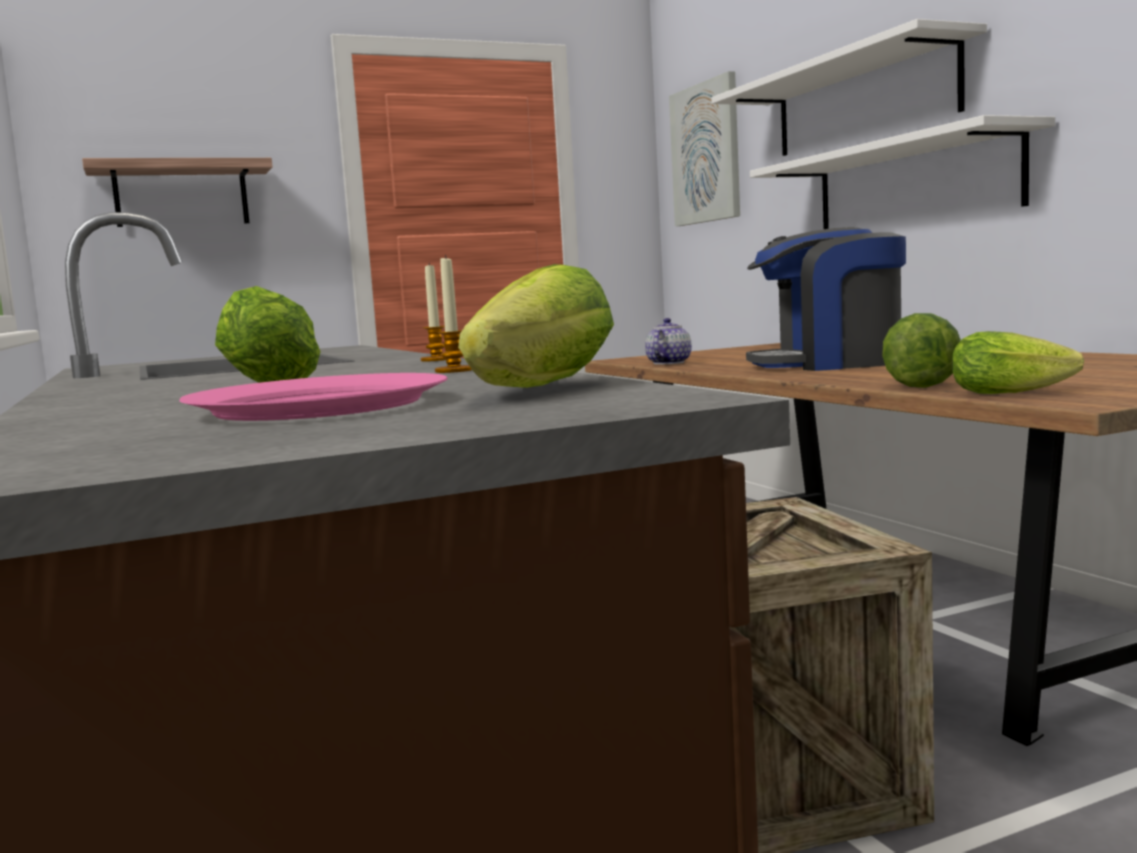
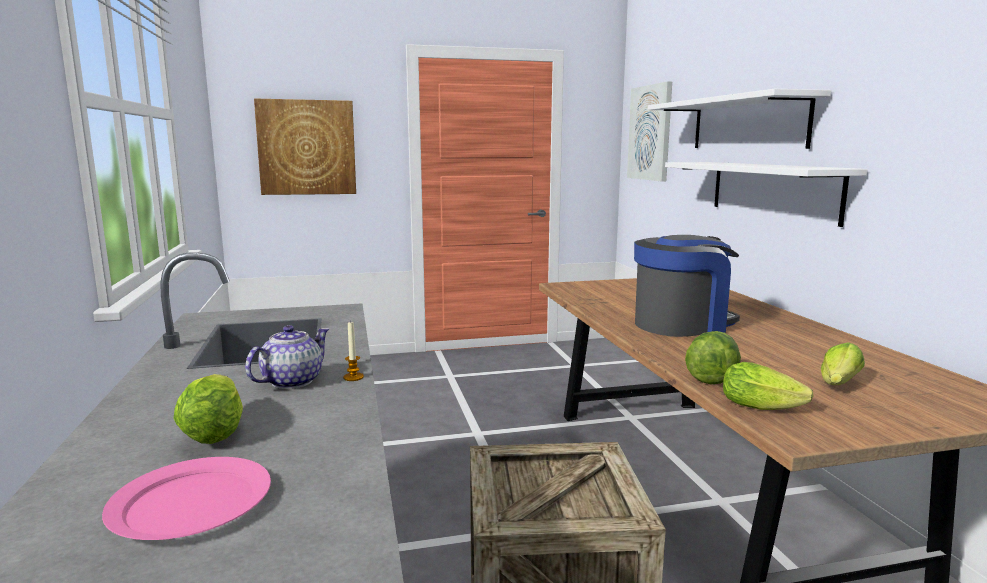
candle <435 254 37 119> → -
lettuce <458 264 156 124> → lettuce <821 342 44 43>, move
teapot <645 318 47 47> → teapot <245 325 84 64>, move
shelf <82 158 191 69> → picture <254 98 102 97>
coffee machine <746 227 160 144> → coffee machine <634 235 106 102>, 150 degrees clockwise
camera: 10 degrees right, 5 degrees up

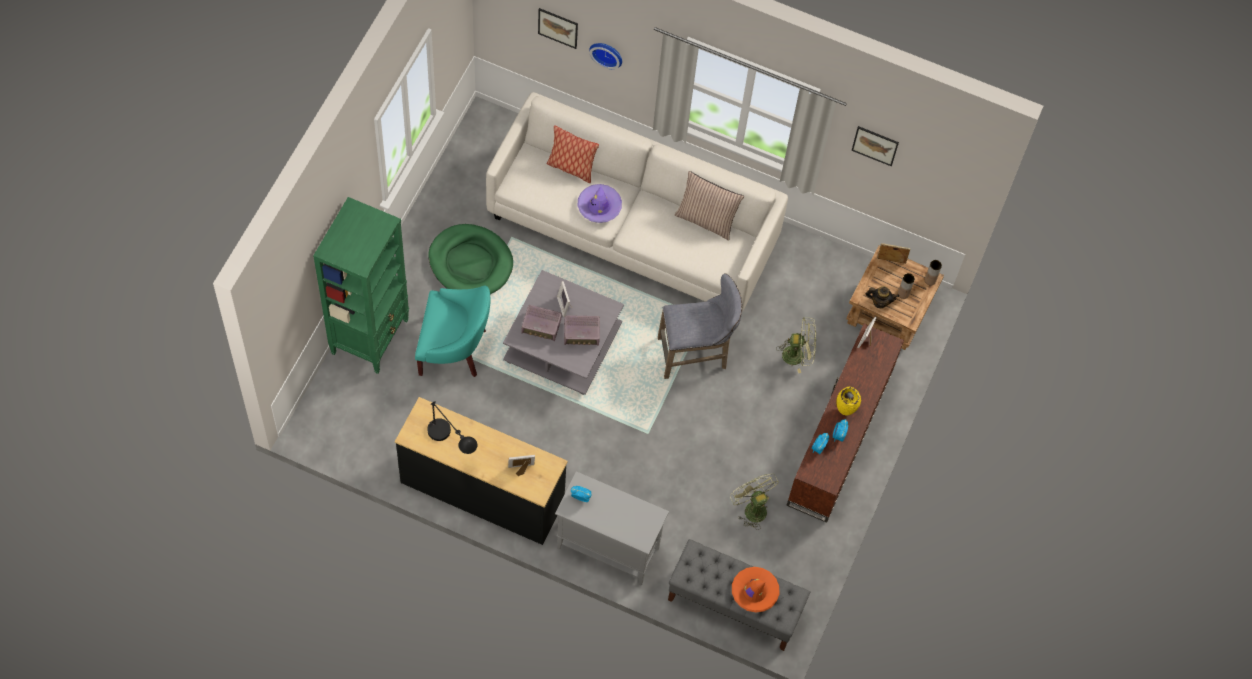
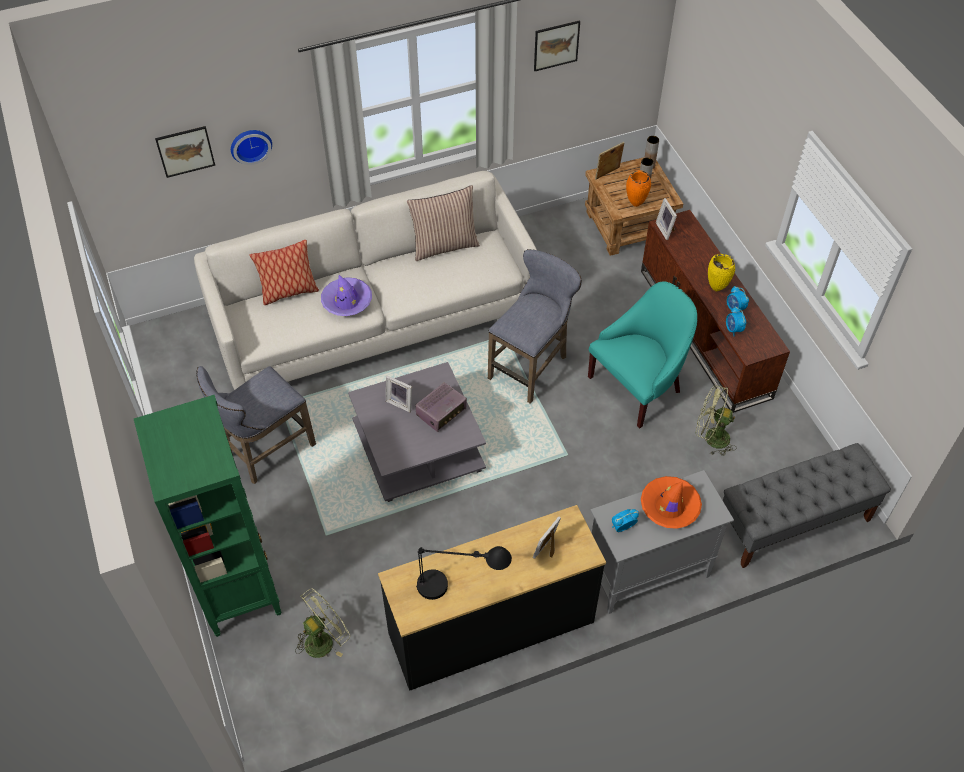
radio <522 305 40 36> → -
turquoise armchair <415 285 75 92> → turquoise armchair <588 281 109 148>, move
orange hat <732 567 47 45> → orange hat <641 476 61 53>, move
green fan <777 317 39 56> → green fan <295 588 55 70>, move
green dog bed <428 224 85 70> → grey stool <196 366 120 118>
teapot <866 286 33 22> → orange vase <626 170 25 37>
camera: 40 degrees left, 10 degrees down

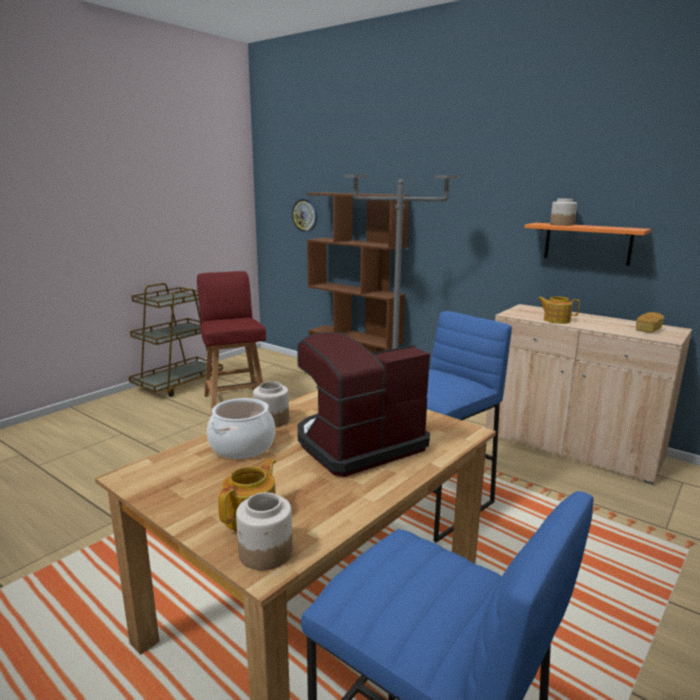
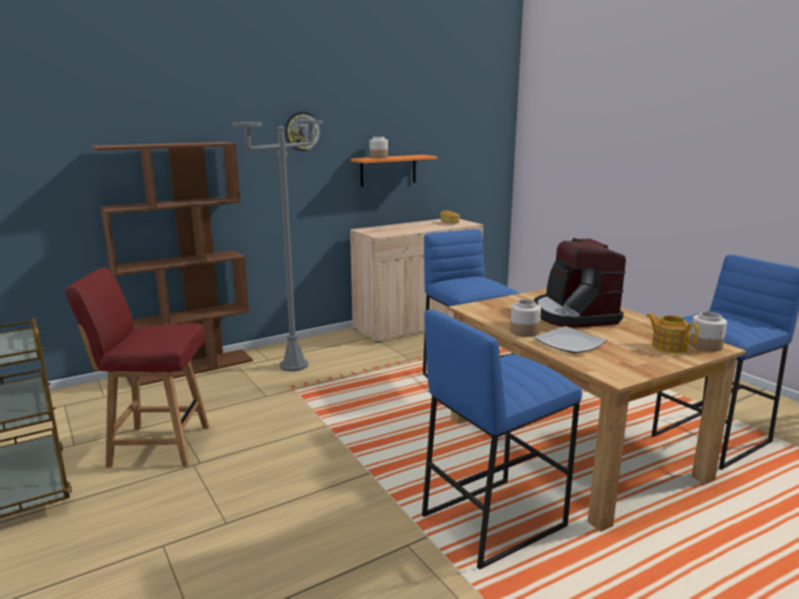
teapot <537 296 43 28> → -
- → blue stool <422 309 160 261>
wall clock <292 199 25 33> → wall clock <284 112 37 40>, move
cooking pot <207 398 68 61> → plate <534 326 73 27>
camera: 70 degrees left, 0 degrees up

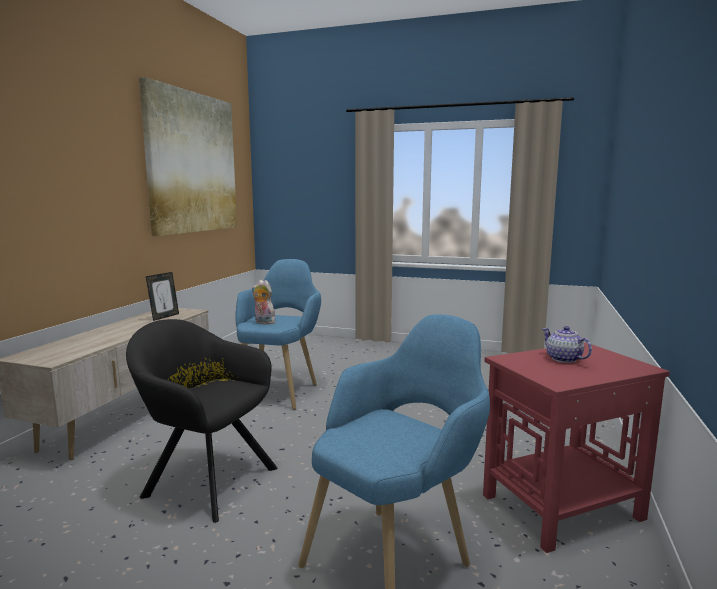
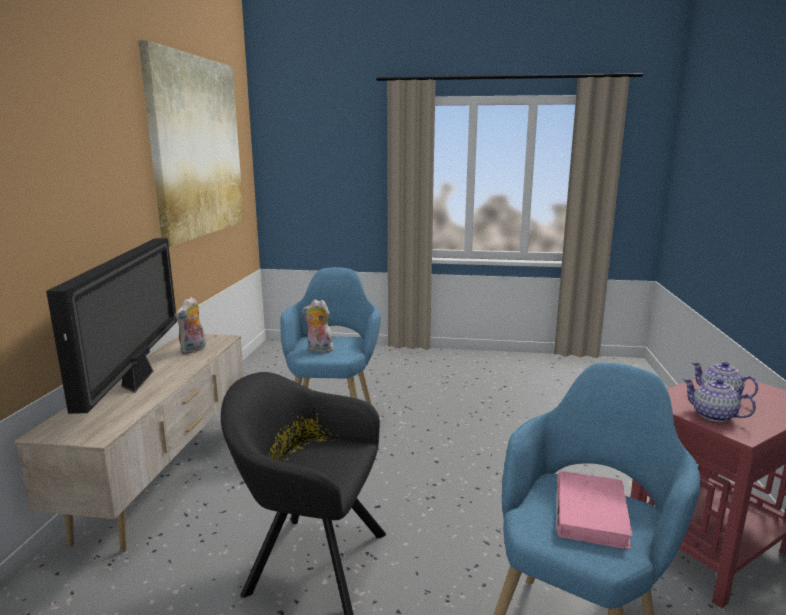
- → television <46 238 131 176>
- → pink book <557 471 76 79>
- → teapot <683 378 73 44>
picture frame <146 272 33 49> → plush toy <175 297 31 57>
camera: 10 degrees left, 5 degrees up

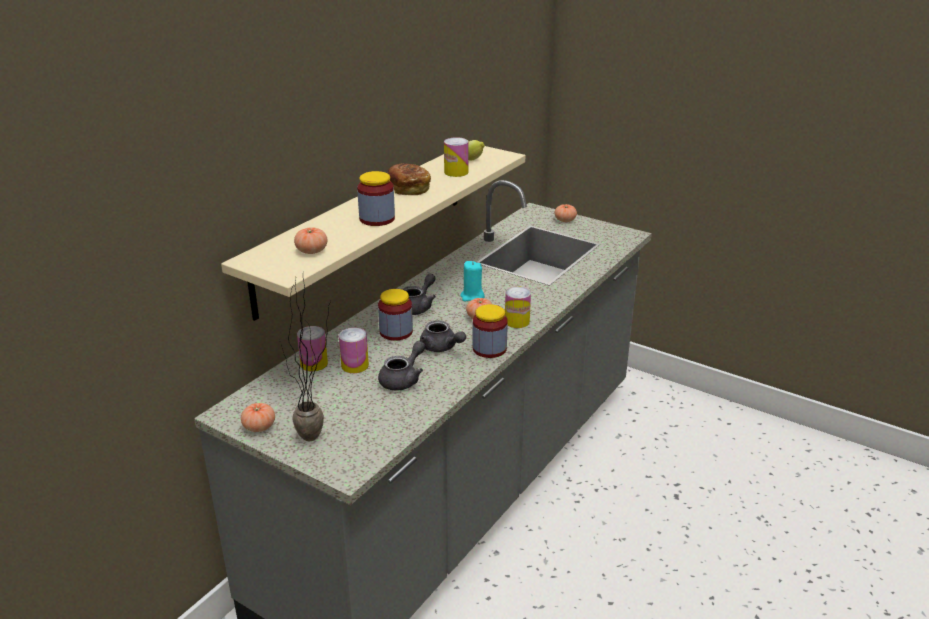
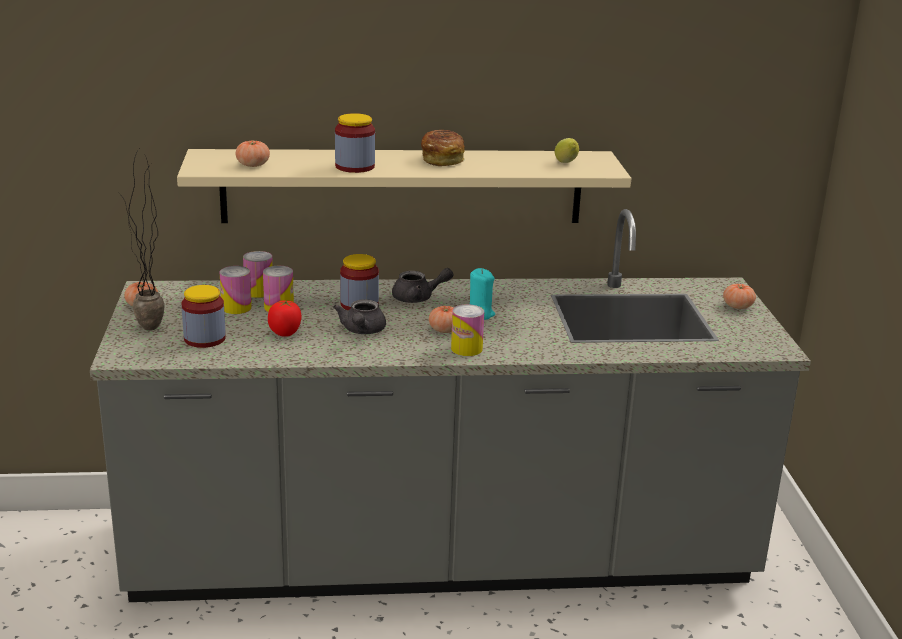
can <444 137 24 40> → can <220 266 32 48>, move
jar <472 304 36 54> → jar <181 285 45 63>, move
grey teapot <378 341 47 50> → tomato <268 300 34 37>
camera: 50 degrees right, 5 degrees down

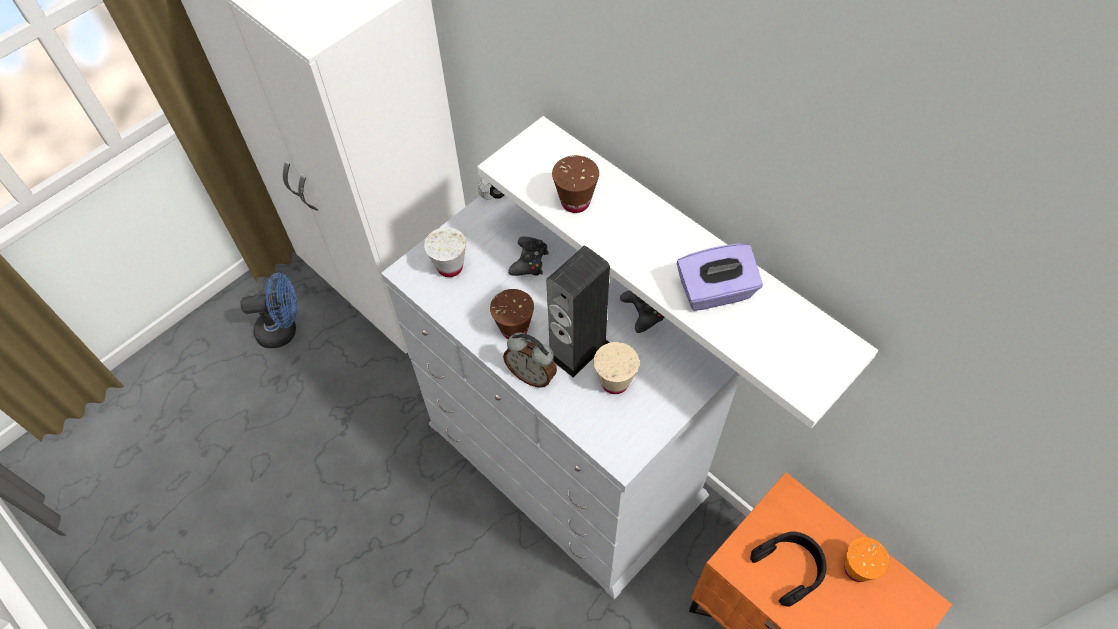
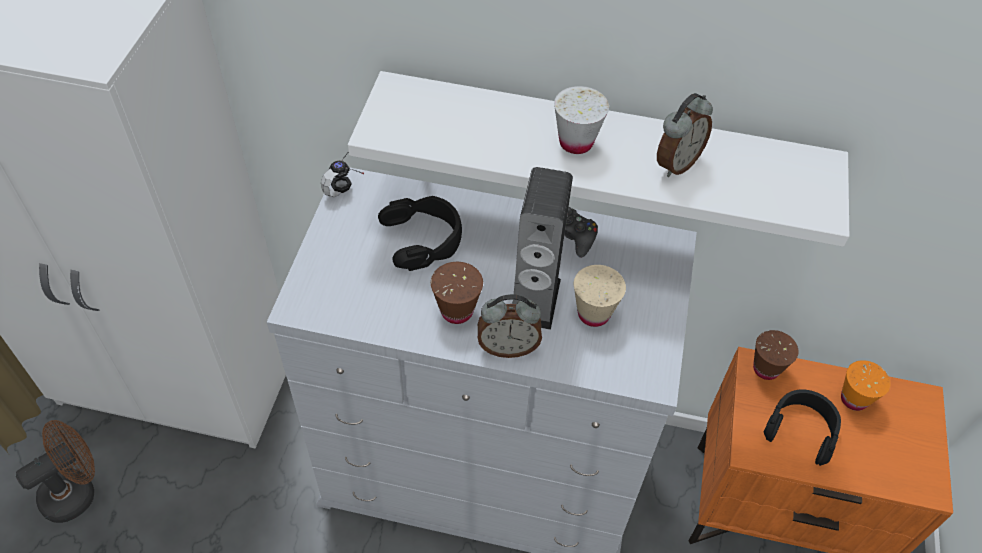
white cup <424 227 42 50> → white cup <554 86 55 68>, move
brown cup <552 155 47 58> → brown cup <753 330 46 50>, move
black game controller <508 237 41 39> → black headphones <378 196 84 75>
purple tissue box <677 244 86 67> → alarm clock <657 93 56 84>
blue fan <240 273 57 75> → brown fan <16 420 79 103>
camera: 35 degrees left, 5 degrees down

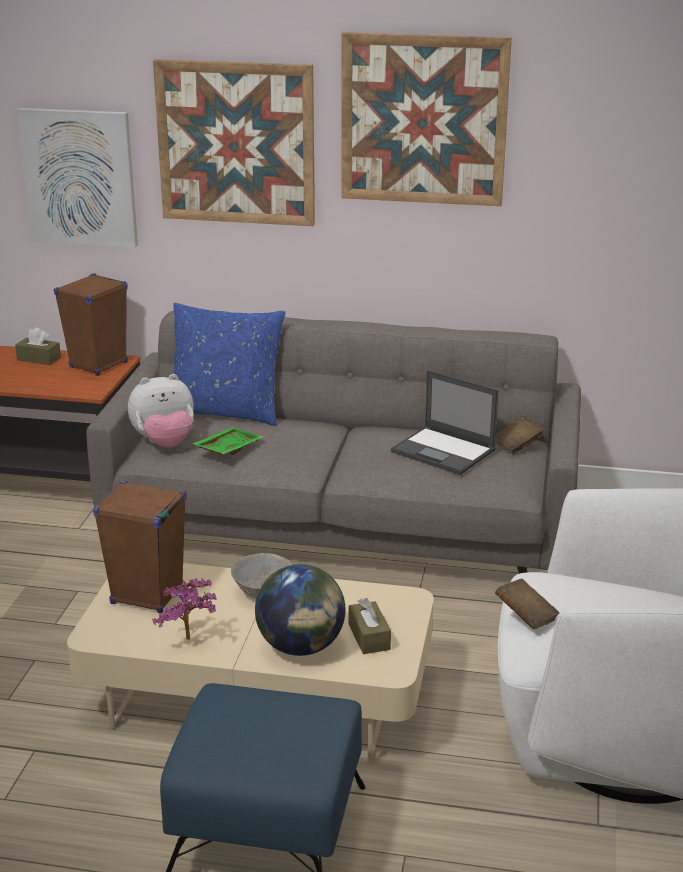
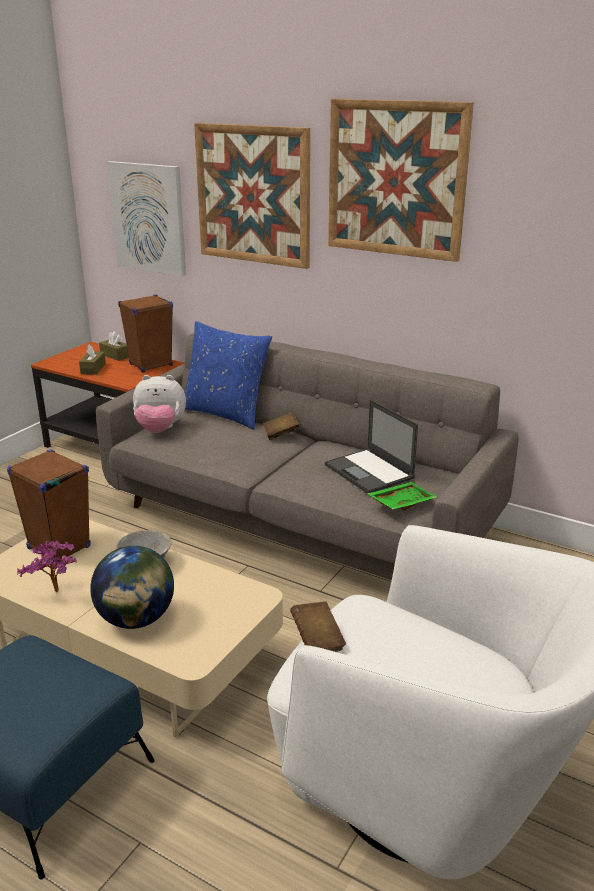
green tray <192 427 71 28> → green tray <367 482 70 28>, move
brown tissue box <349 598 42 56> → brown tissue box <79 344 27 31>, move
brown book <495 416 49 39> → brown book <262 412 39 28>, move
camera: 20 degrees right, 0 degrees up

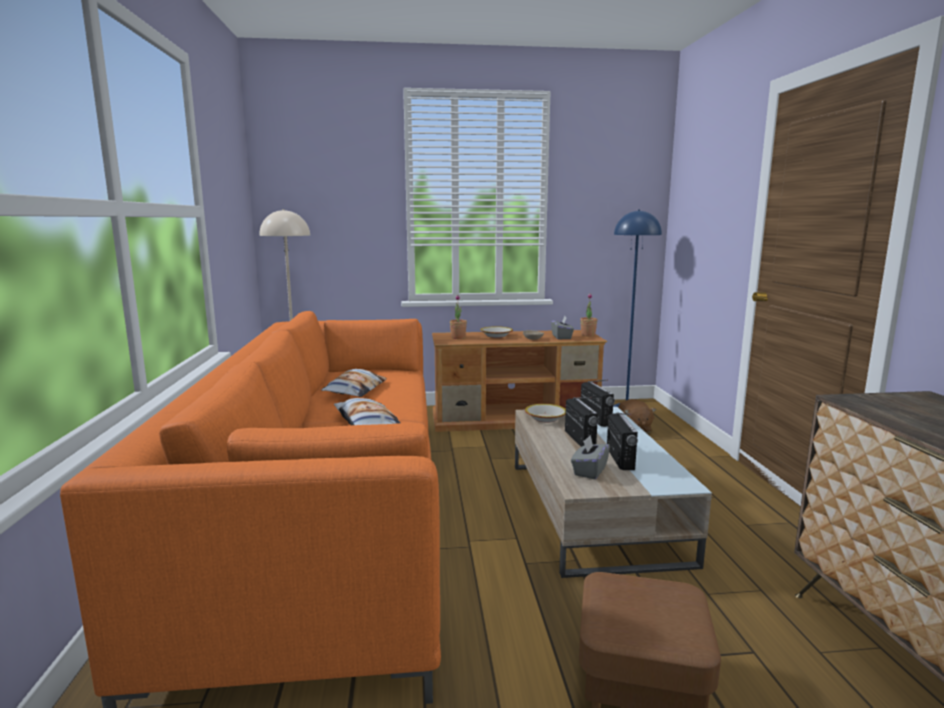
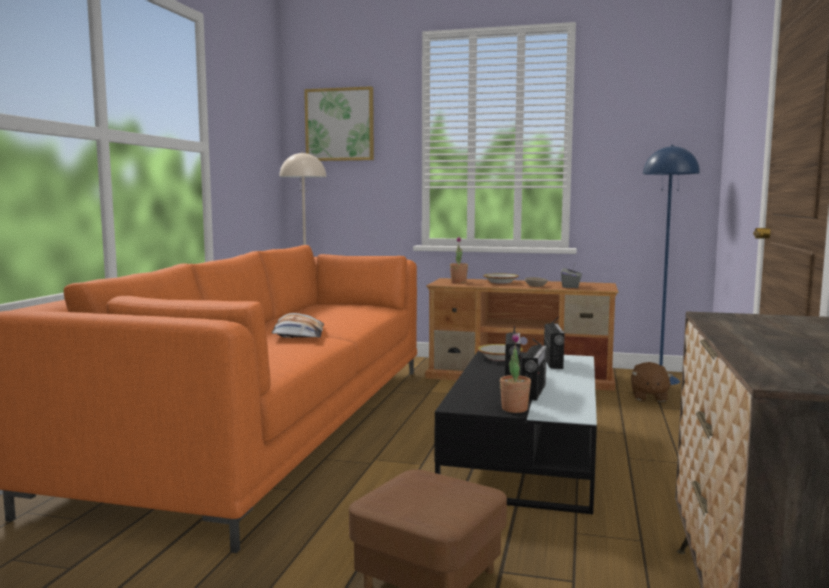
pillow <321 369 66 28> → -
grey tissue box <571 435 39 44> → -
- → picture <304 86 70 75>
potted plant <580 293 17 44> → potted plant <500 333 31 80>, move
beige coffee table <515 407 197 171> → black coffee table <434 351 163 163>
camera: 20 degrees right, 5 degrees down

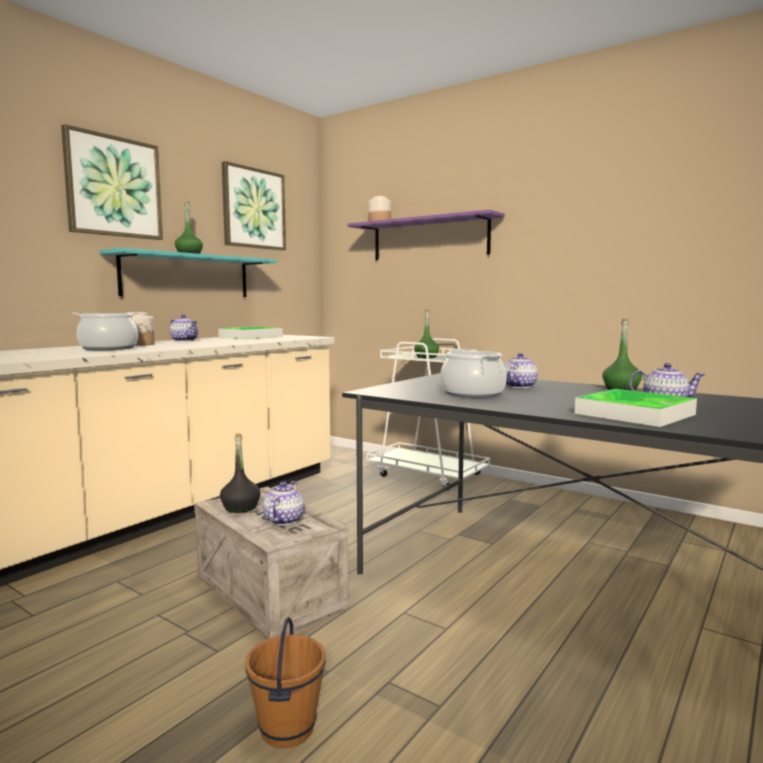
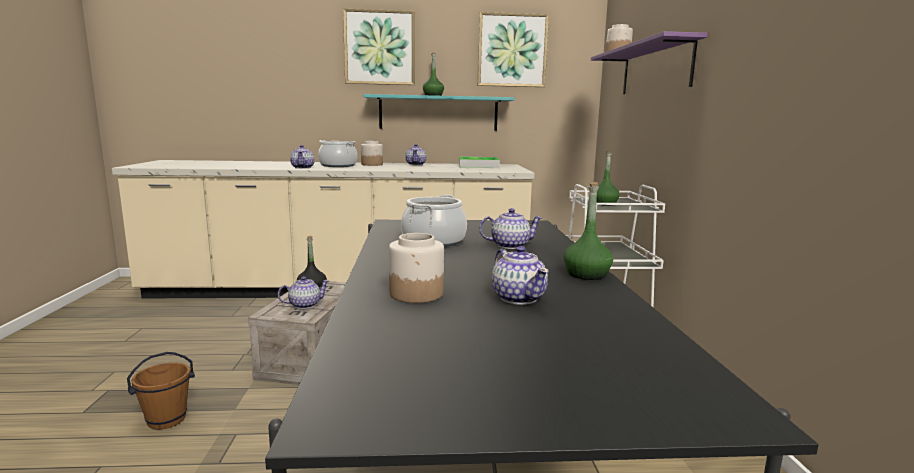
- → teapot <290 145 25 24>
tray <575 389 122 38> → jar <389 233 55 70>
camera: 50 degrees right, 5 degrees up

